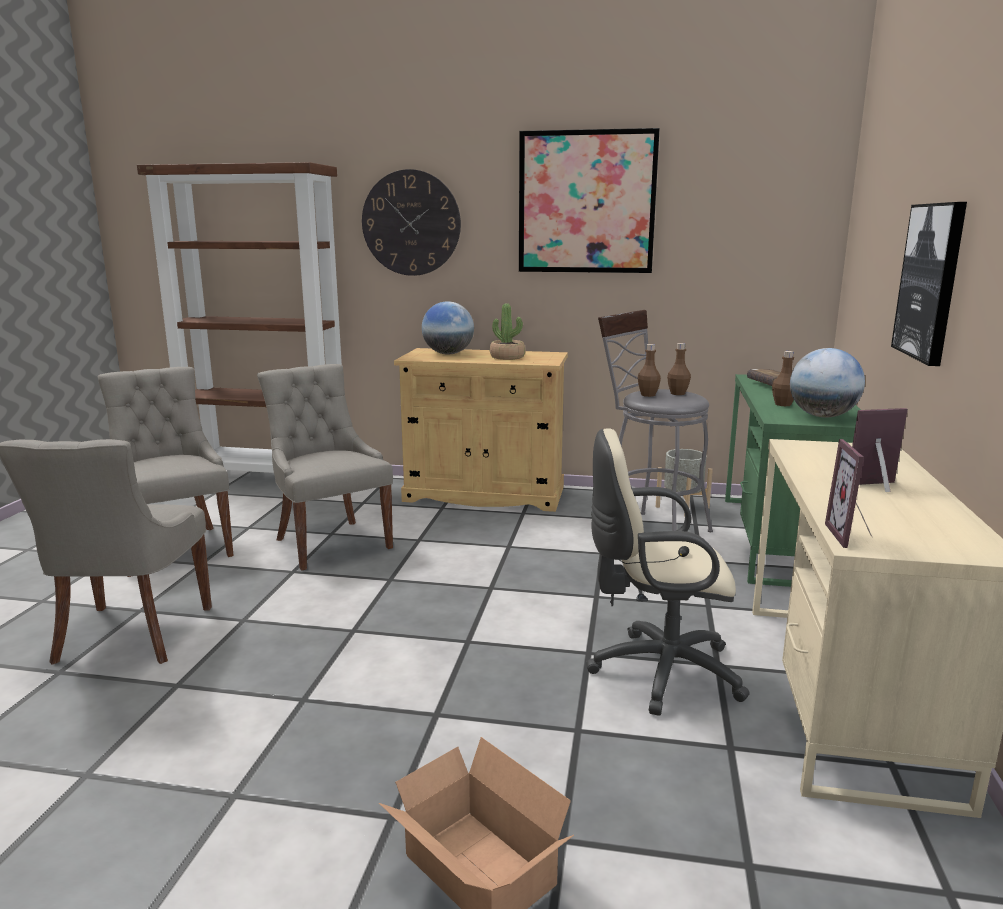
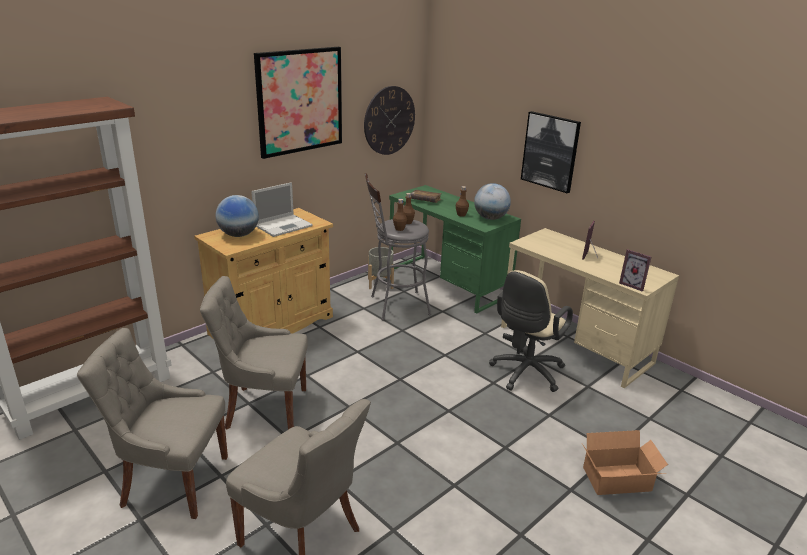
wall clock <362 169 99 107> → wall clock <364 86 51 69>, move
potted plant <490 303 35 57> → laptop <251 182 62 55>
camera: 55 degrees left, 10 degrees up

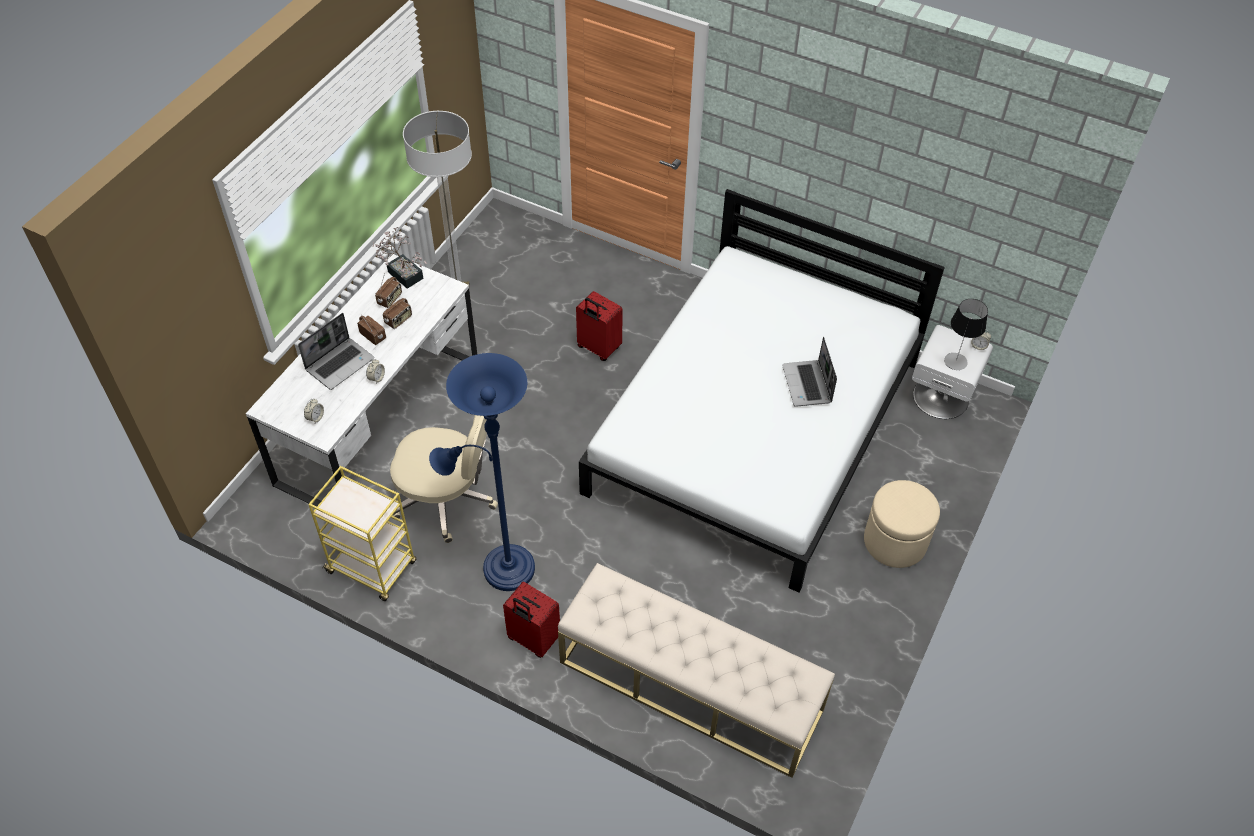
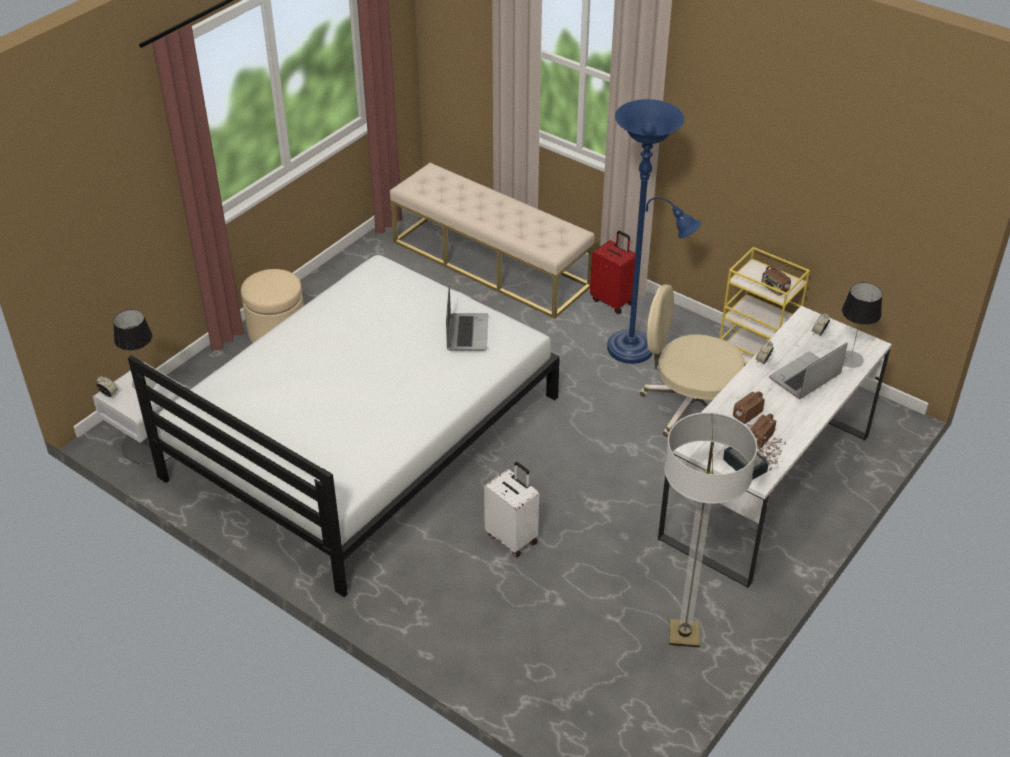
- → table lamp <842 282 40 86>
radio <357 316 29 29> → radio <762 264 29 32>, move
laptop <782 337 55 70> → laptop <446 285 42 66>, move
red suitcase <576 291 47 70> → white suitcase <484 462 55 95>
camera: 170 degrees left, 10 degrees down

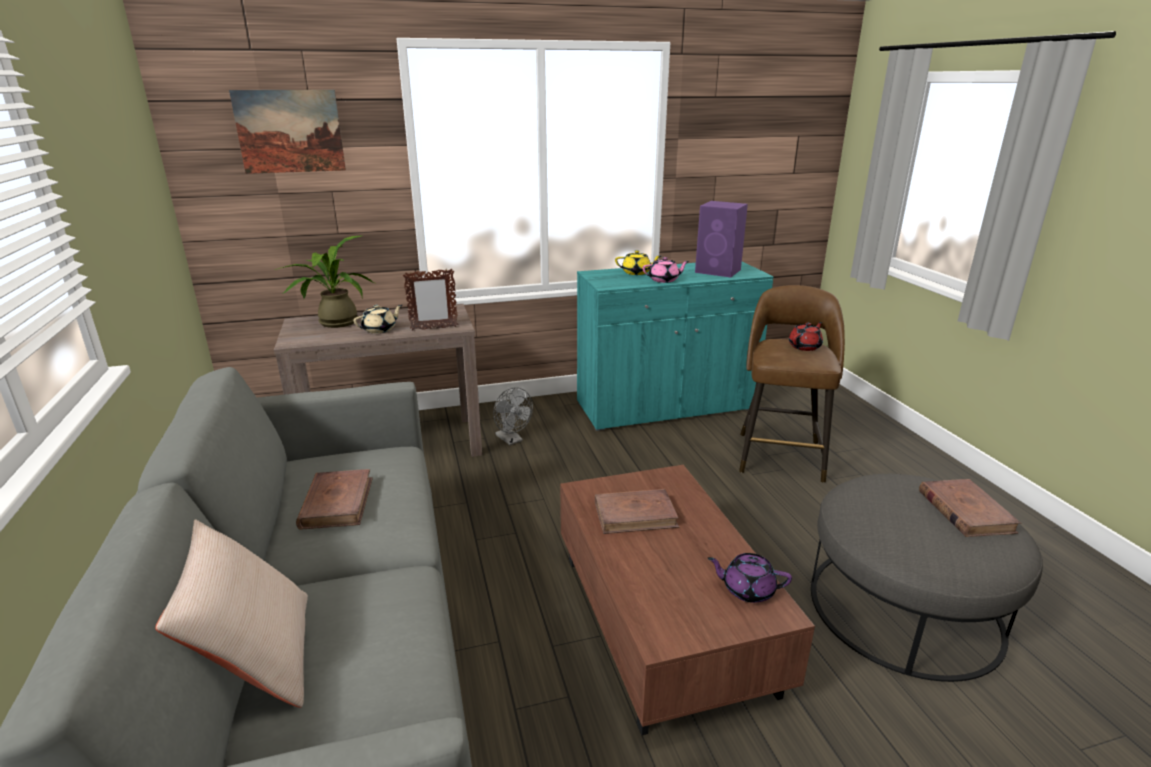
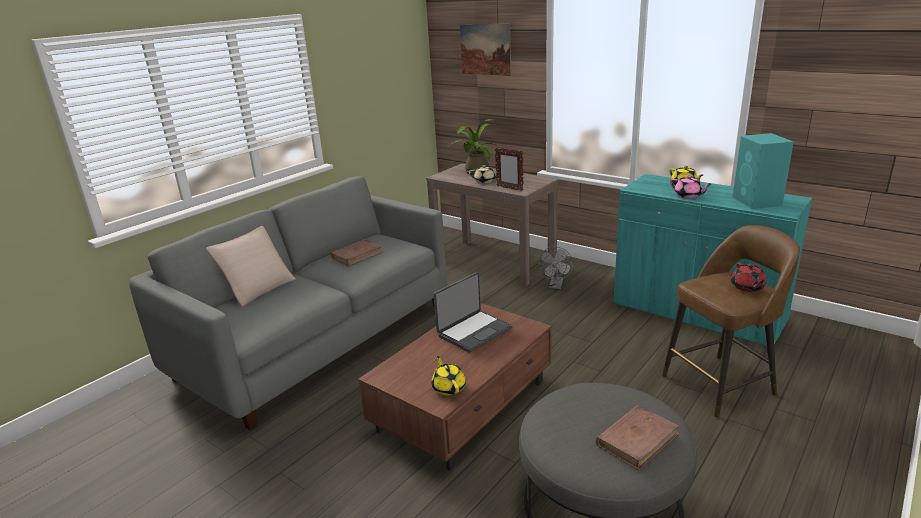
brown book <595 489 84 45> → laptop <434 272 78 81>
purple speaker <695 201 53 77> → turquoise speaker <732 133 62 76>
purple teapot <708 553 84 50> → yellow teapot <432 356 34 40>
red teapot <789 322 34 29> → red teapot <731 263 35 29>, 75 degrees clockwise
camera: 55 degrees right, 0 degrees up

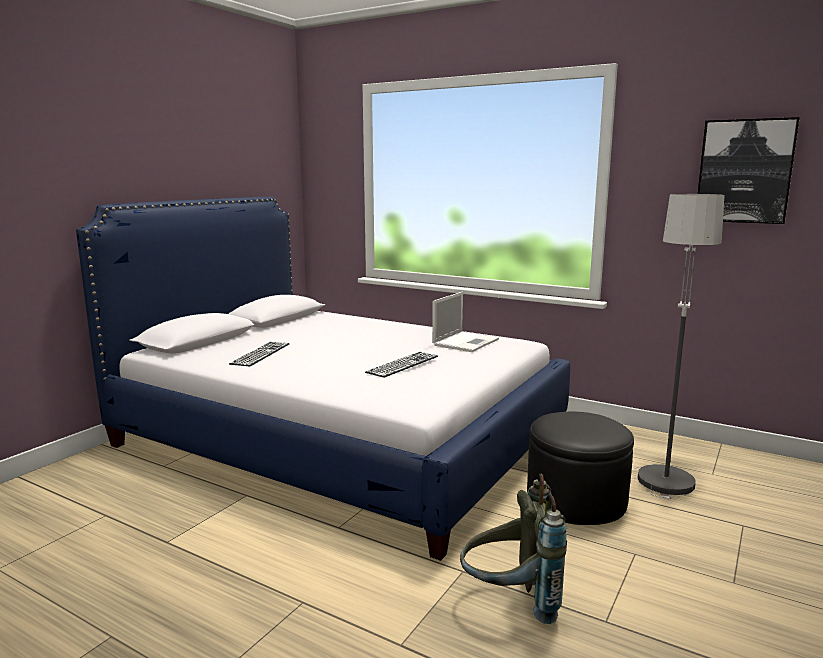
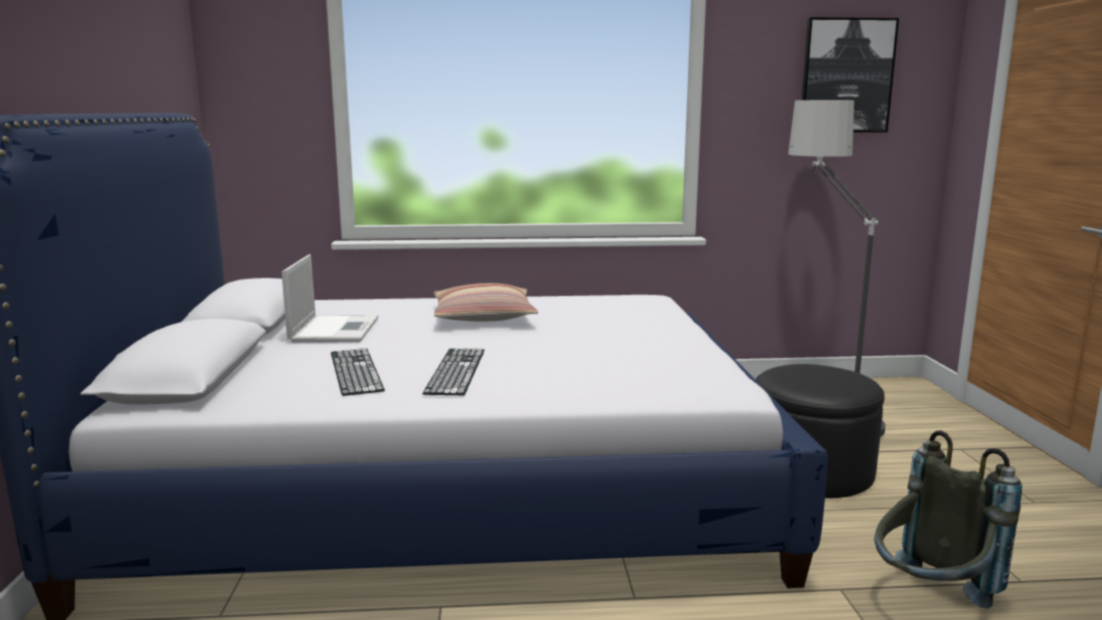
- → pillow <433 283 105 38>
keyboard <365 352 73 26> → keyboard <423 348 62 47>, move
laptop <432 292 67 60> → laptop <282 254 96 89>, move
camera: 35 degrees left, 0 degrees up

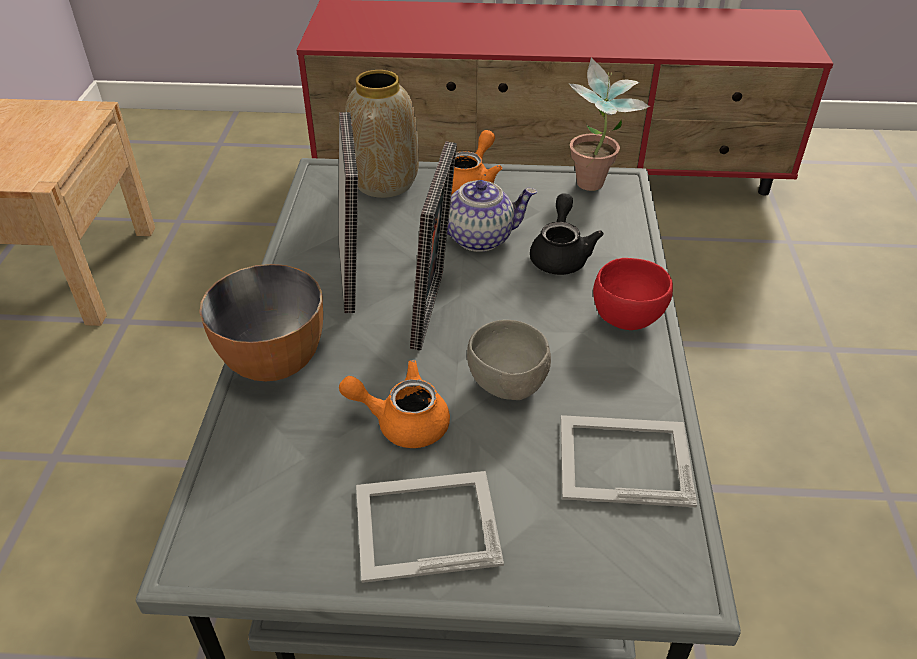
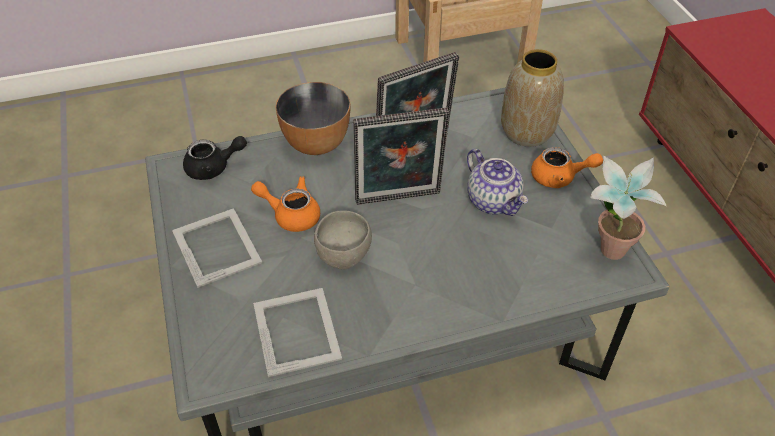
red bowl <593 258 80 72> → -
black teapot <530 194 74 81> → black teapot <183 136 64 44>, move
orange teapot <339 360 111 88> → orange teapot <251 176 69 56>, 60 degrees counterclockwise
camera: 70 degrees right, 5 degrees up

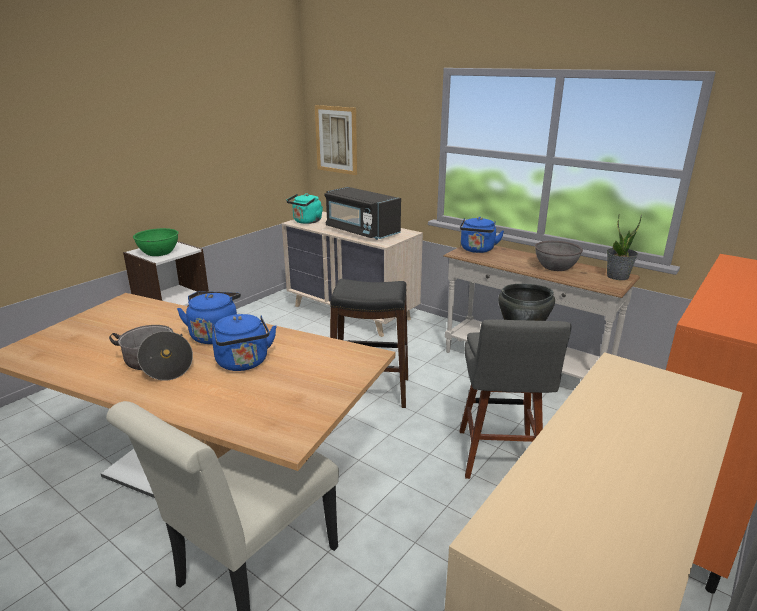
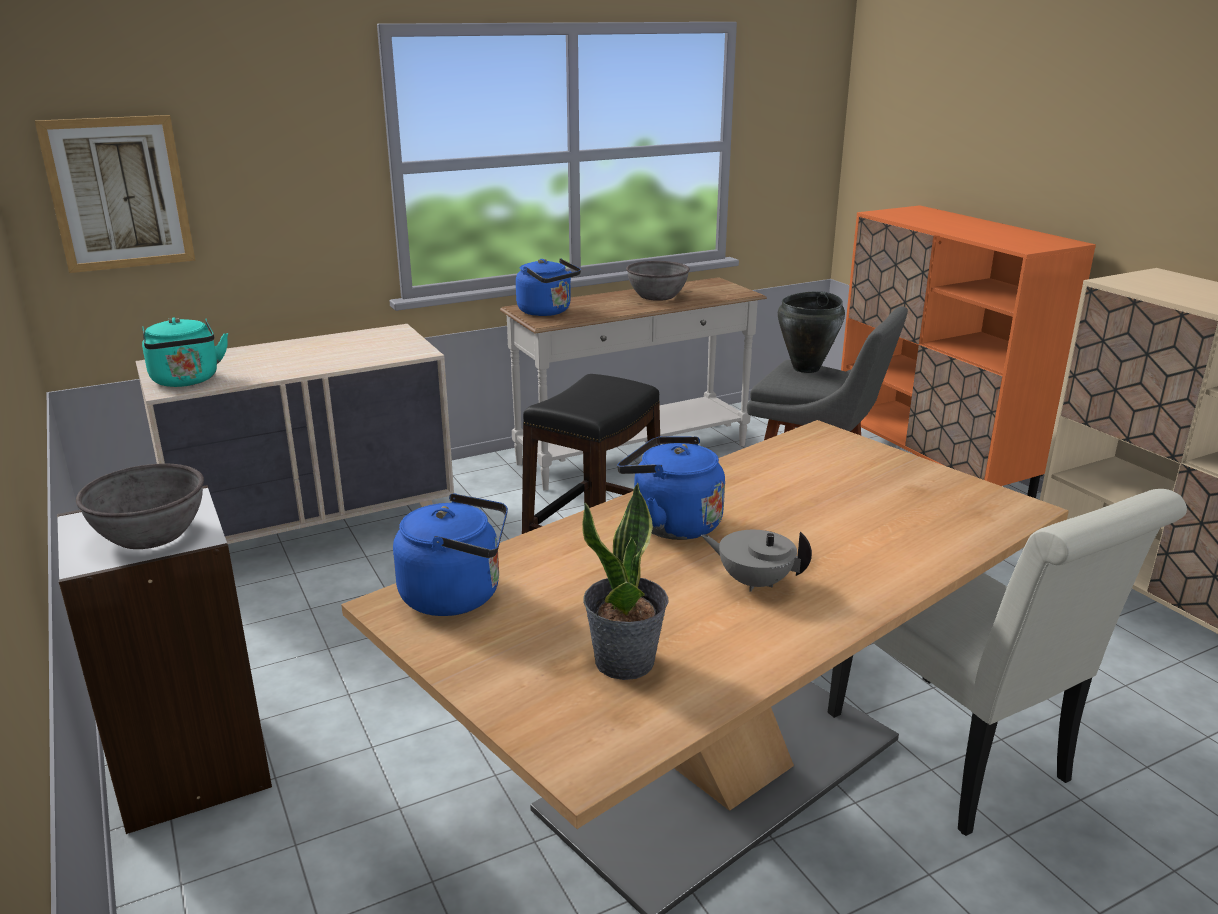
black microwave <324 187 77 53> → -
blue kettle <212 314 65 57> → blue kettle <393 493 115 123>, move
potted plant <607 214 35 66> → potted plant <582 483 86 197>, move
cooking pot <109 325 84 56> → grey teapot <701 530 111 62>
green bowl <133 228 46 28> → grey bowl <76 464 128 85>
camera: 65 degrees left, 0 degrees up

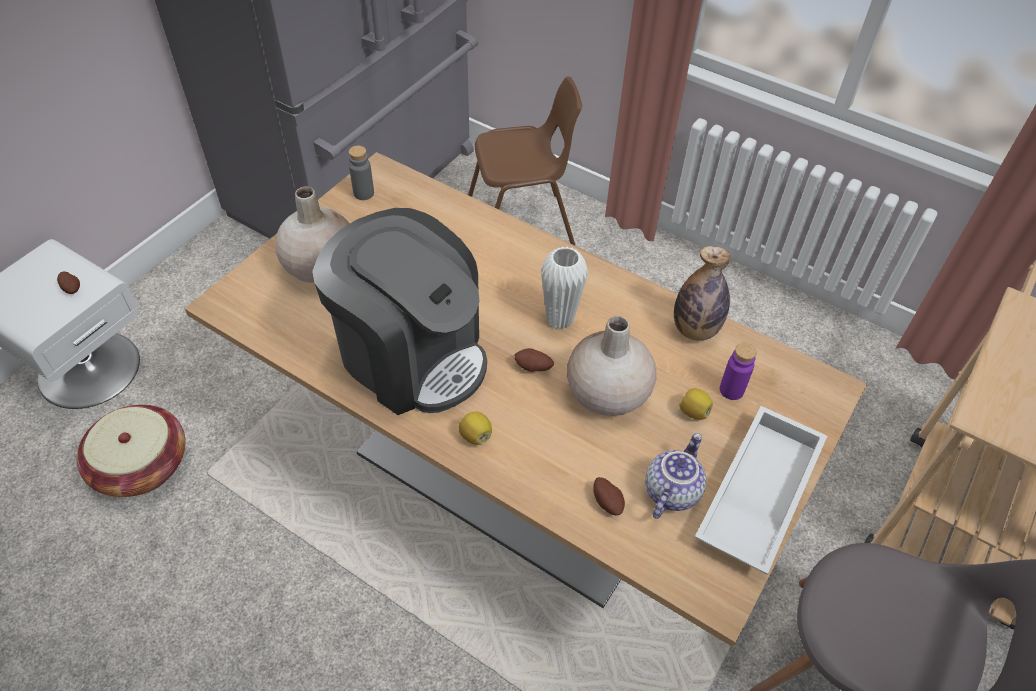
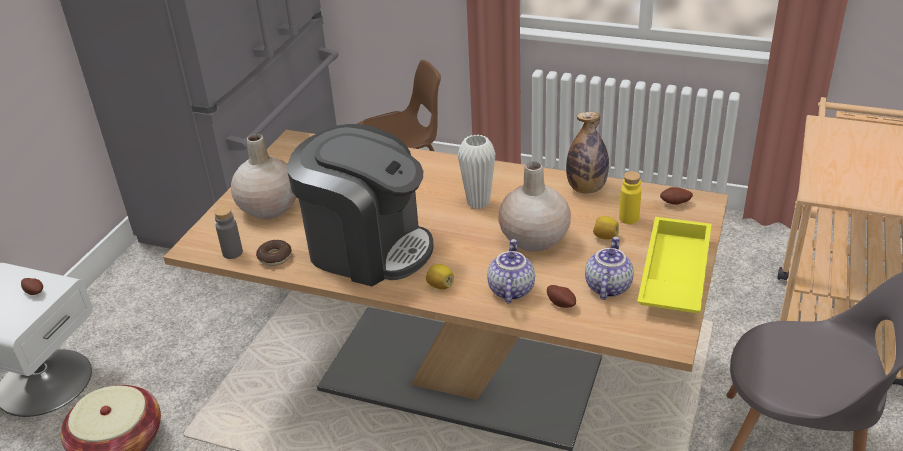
- → donut <256 240 36 26>
- → teapot <487 239 48 64>
grey bottle <349 146 25 54> → grey bottle <214 206 29 53>, move
potato <514 348 40 24> → potato <660 187 33 18>, move
white tray <695 406 132 168> → yellow tray <637 217 75 96>
purple bottle <719 343 38 57> → yellow bottle <619 171 23 53>
camera: 10 degrees left, 15 degrees down

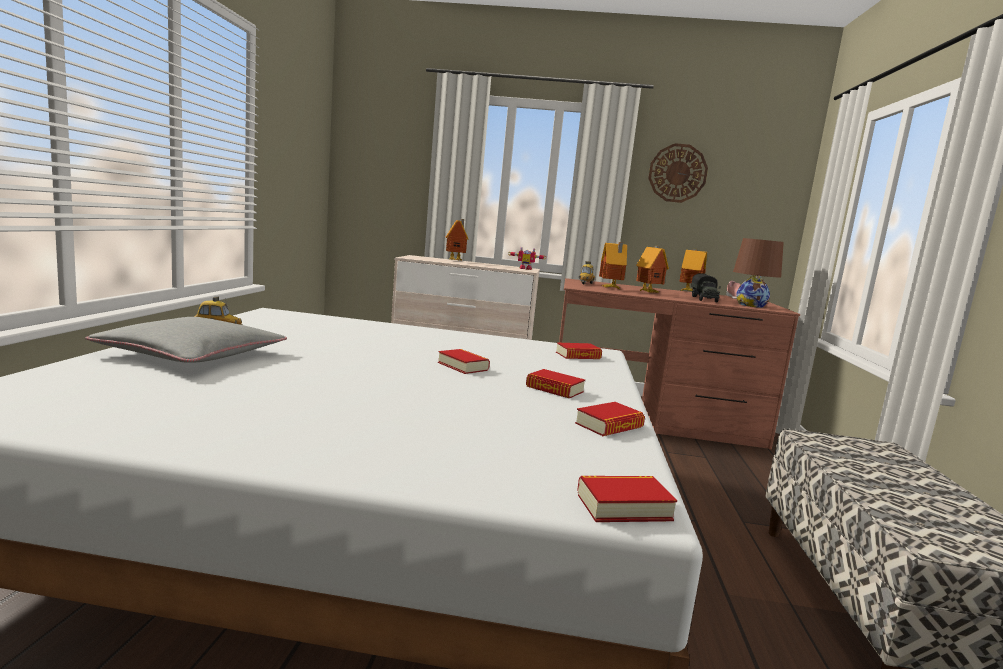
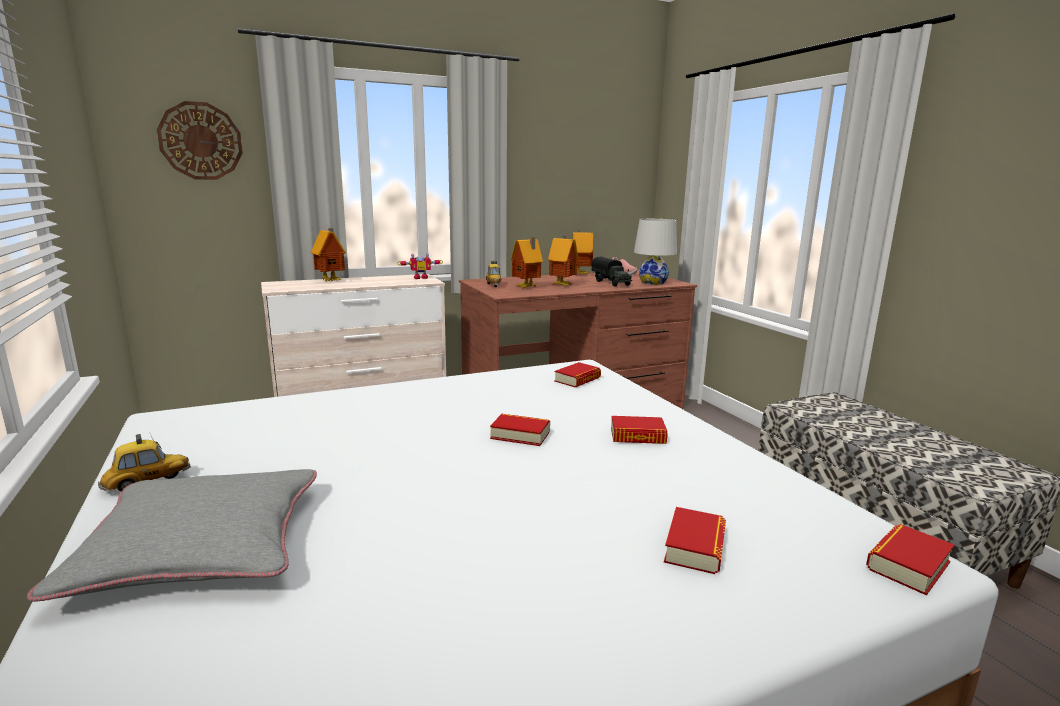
book <575 402 70 34> → book <664 507 62 67>, move
wall clock <648 143 60 60> → wall clock <157 101 86 79>, move
brown table lamp <733 238 51 70> → white table lamp <634 219 43 66>
camera: 30 degrees left, 5 degrees up

